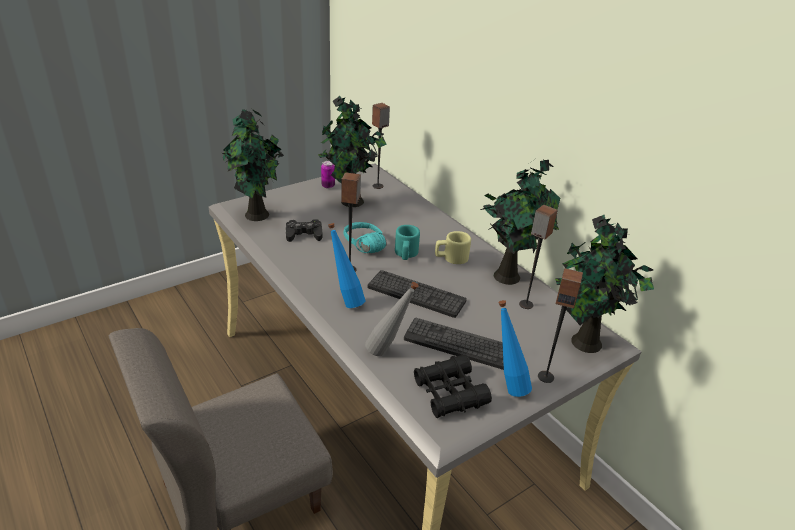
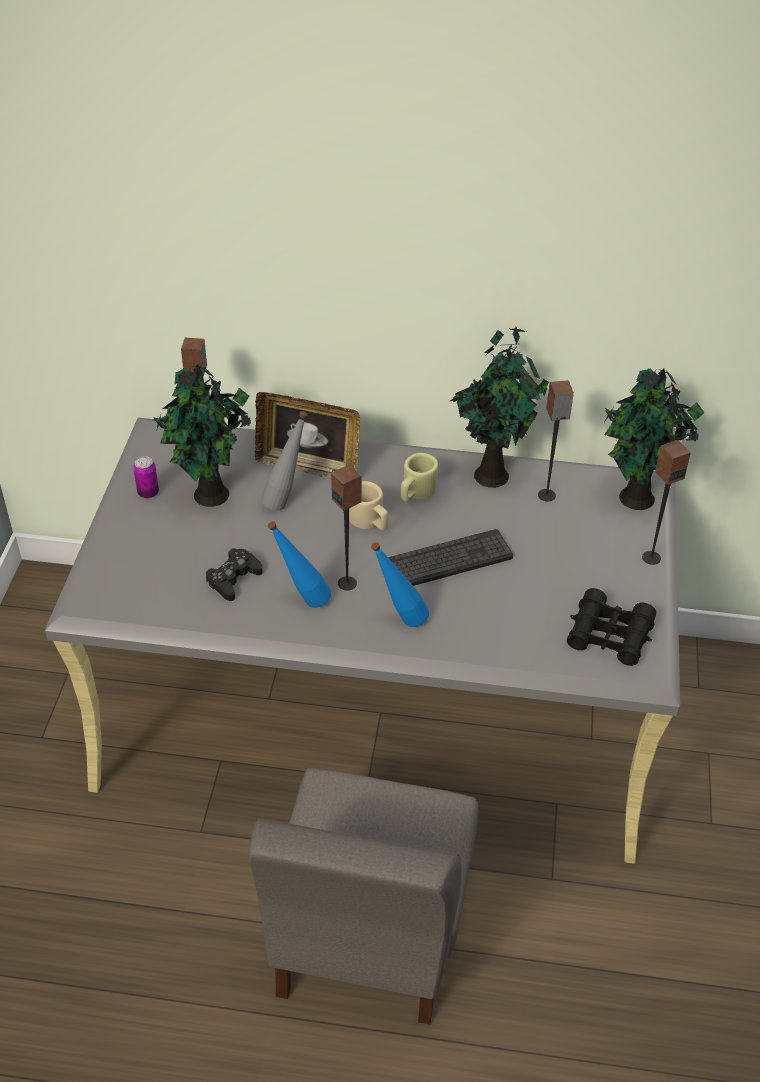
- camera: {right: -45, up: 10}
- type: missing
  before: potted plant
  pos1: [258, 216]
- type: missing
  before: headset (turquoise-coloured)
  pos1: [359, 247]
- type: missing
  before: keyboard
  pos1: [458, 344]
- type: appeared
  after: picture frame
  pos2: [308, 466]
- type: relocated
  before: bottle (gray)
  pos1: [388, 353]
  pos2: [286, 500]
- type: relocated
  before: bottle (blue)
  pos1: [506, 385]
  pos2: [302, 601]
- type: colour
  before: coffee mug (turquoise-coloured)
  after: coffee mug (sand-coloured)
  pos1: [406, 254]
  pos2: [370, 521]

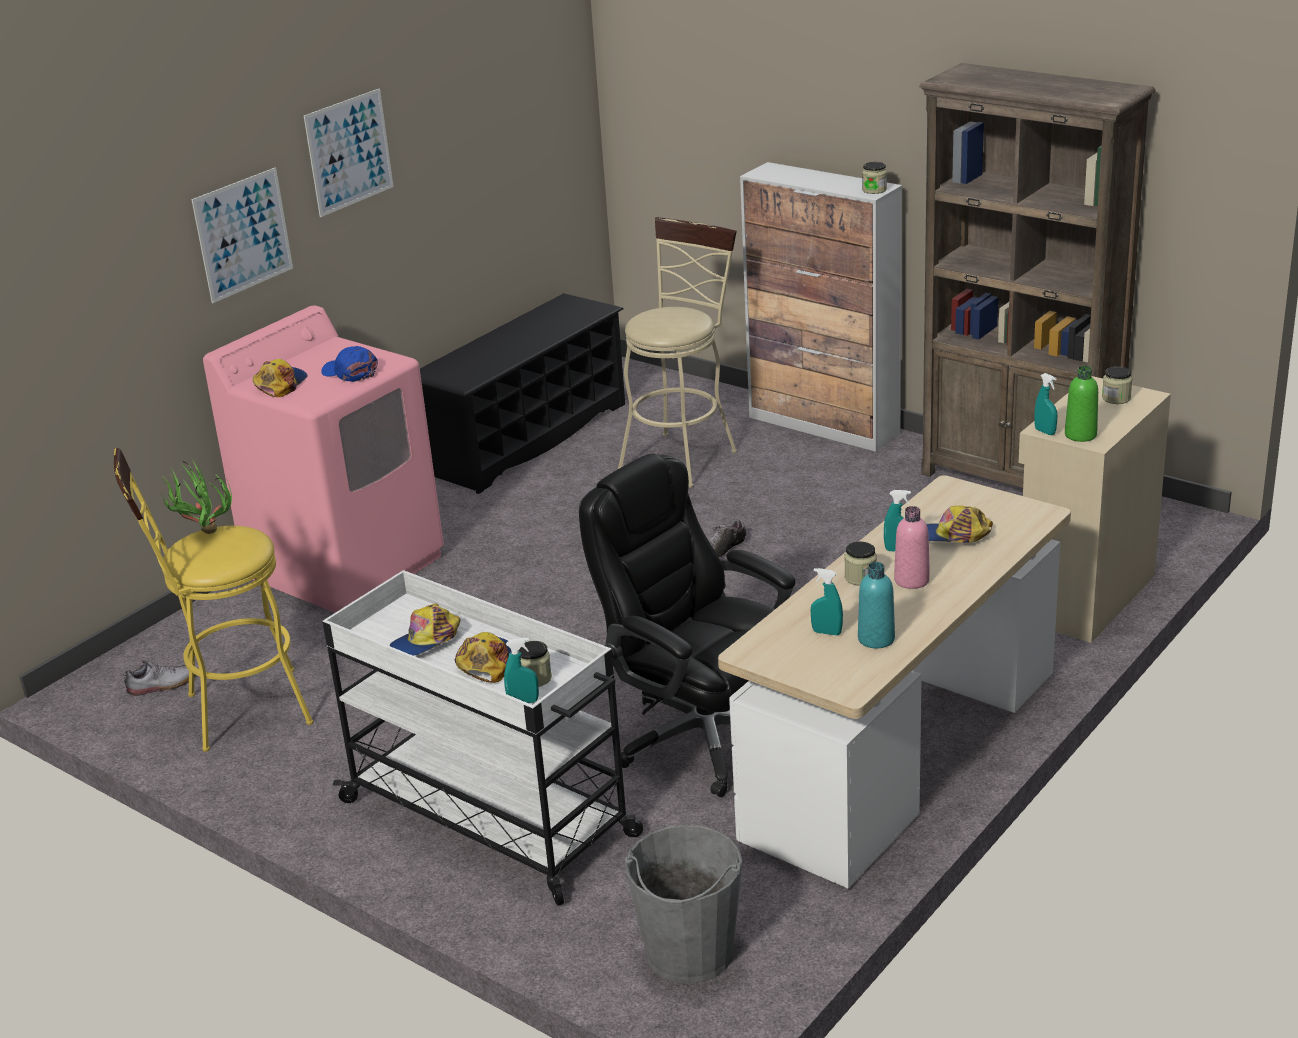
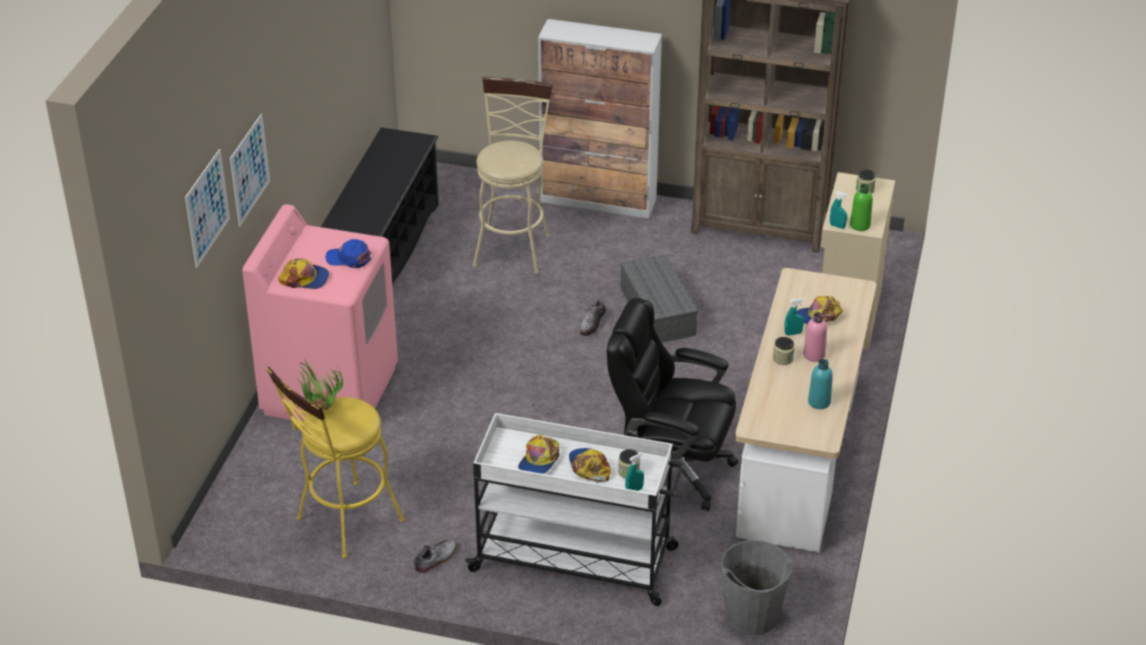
- camera: {right: -25, up: 10}
- type: missing
  before: hand sprayer (turquoise-coloured)
  pos1: [826, 632]
- type: missing
  before: storage jar
  pos1: [874, 190]
- type: appeared
  after: storage container (gray)
  pos2: [659, 312]
- type: relocated
  before: item of footwear
  pos1: [162, 685]
  pos2: [436, 559]
- type: relocated
  before: wall picture
  pos1: [349, 152]
  pos2: [207, 208]
- type: spun
  before: baseball cap
  pos1: [280, 384]
  pos2: [305, 278]
  turn: 105

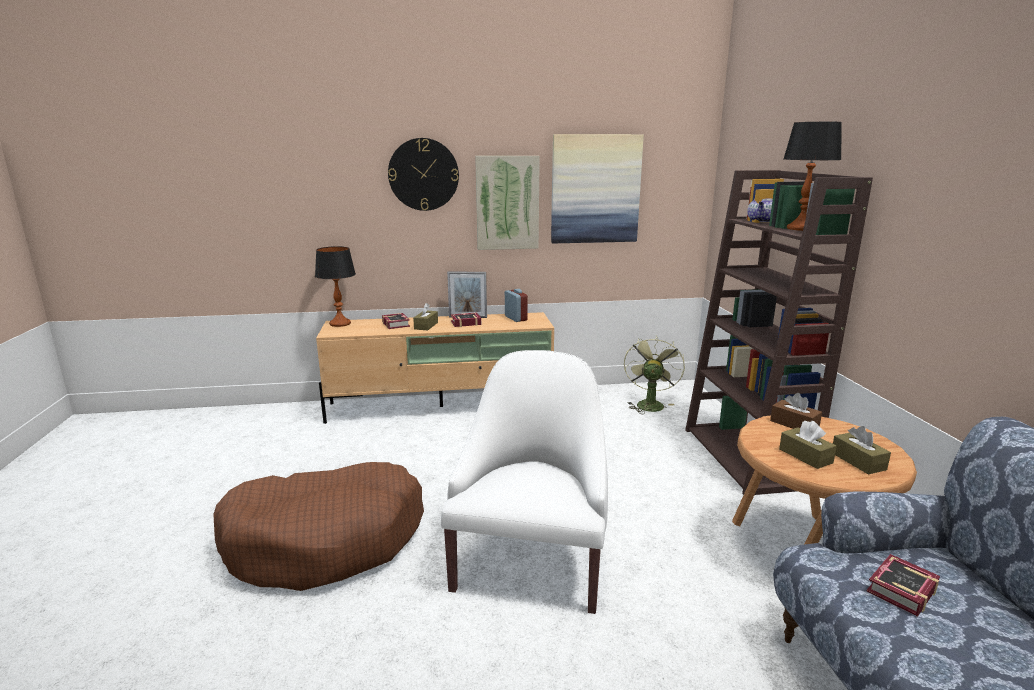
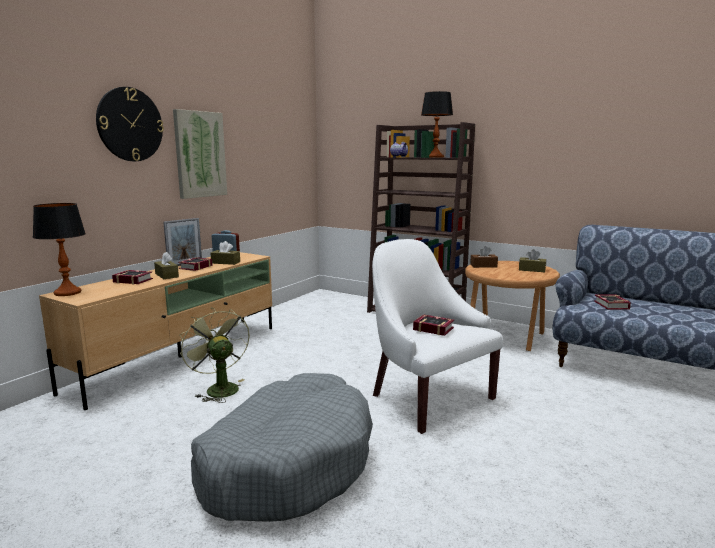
- camera: {right: -50, up: -5}
- type: missing
  before: wall picture
  pos1: [595, 189]
- type: appeared
  after: bound book
  pos2: [432, 328]
- type: relocated
  before: fan (green-coloured)
  pos1: [649, 404]
  pos2: [218, 388]
- type: relocated
  before: tissue holder (brownish)
  pos1: [805, 456]
  pos2: [225, 262]
- type: colour
  before: dog bed (brownish)
  after: dog bed (gray)
  pos1: [326, 540]
  pos2: [287, 463]

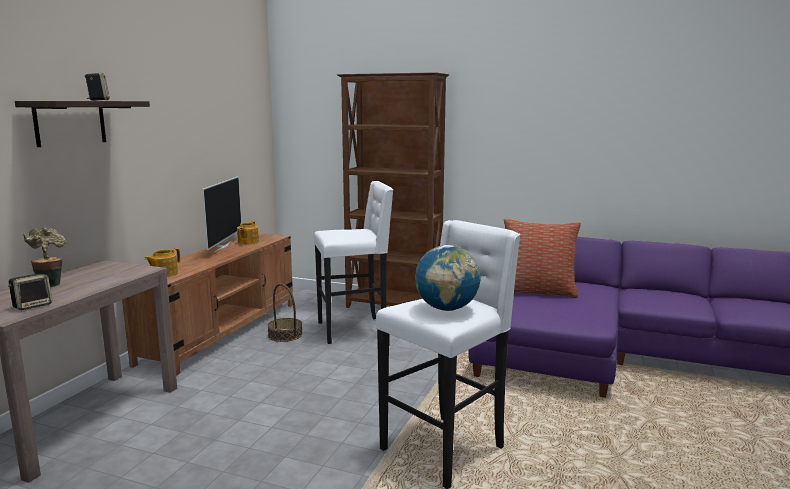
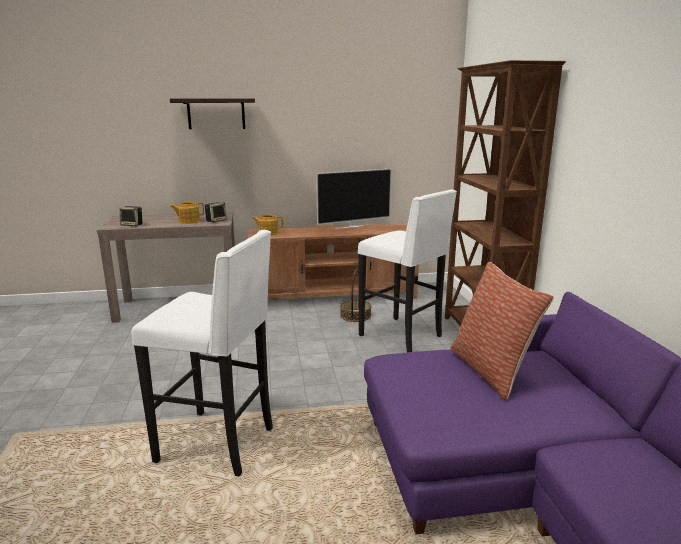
- camera: {right: 60, up: 5}
- type: missing
  before: potted plant
  pos1: [50, 284]
- type: missing
  before: globe
  pos1: [446, 309]
- type: relocated
  before: speaker
  pos1: [98, 100]
  pos2: [216, 221]
- type: relocated
  before: tea pot
  pos1: [247, 242]
  pos2: [188, 221]

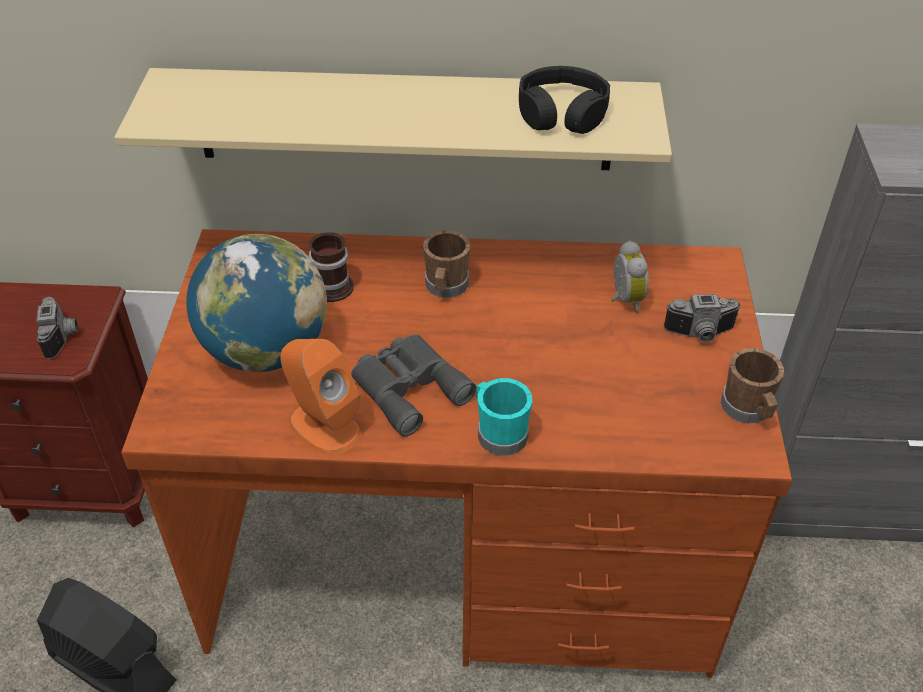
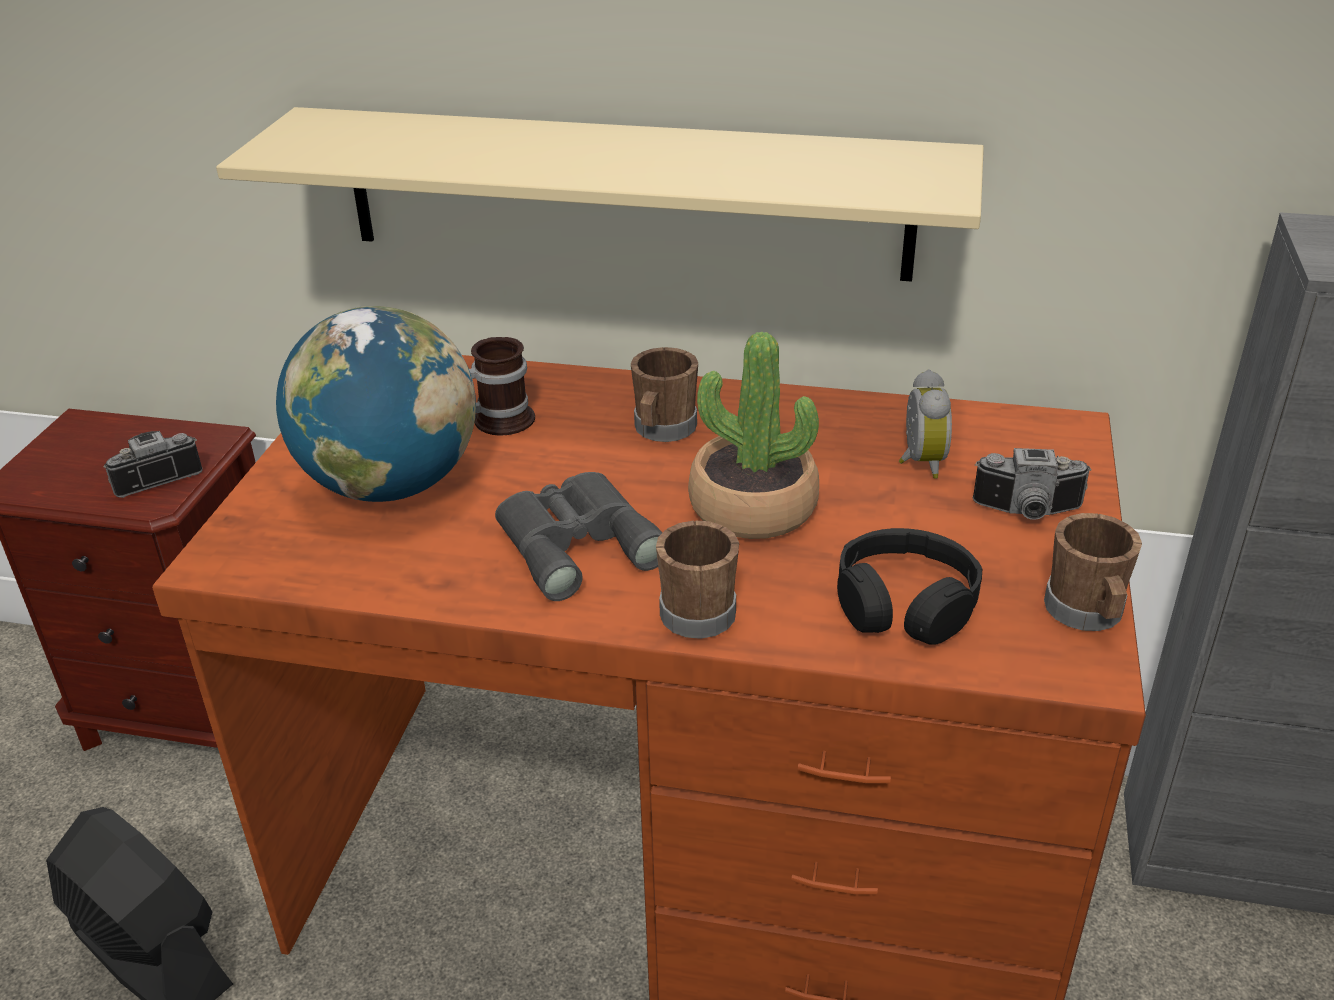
- camera: {right: 10, up: -10}
- type: missing
  before: speaker (orangey)
  pos1: [324, 426]
- type: appeared
  after: potted plant
  pos2: [752, 507]
- type: relocated
  before: headset (black-coloured)
  pos1: [562, 113]
  pos2: [905, 603]
- type: colour
  before: coffee mug (turquoise-coloured)
  after: coffee mug (brownish)
  pos1: [499, 432]
  pos2: [693, 609]
- type: spun
  before: photo camera
  pos1: [63, 336]
  pos2: [156, 476]
  turn: -120

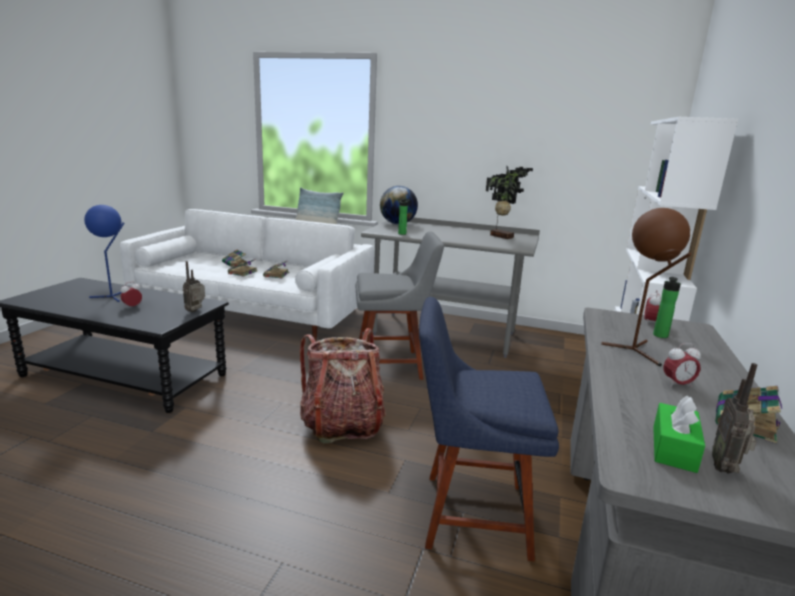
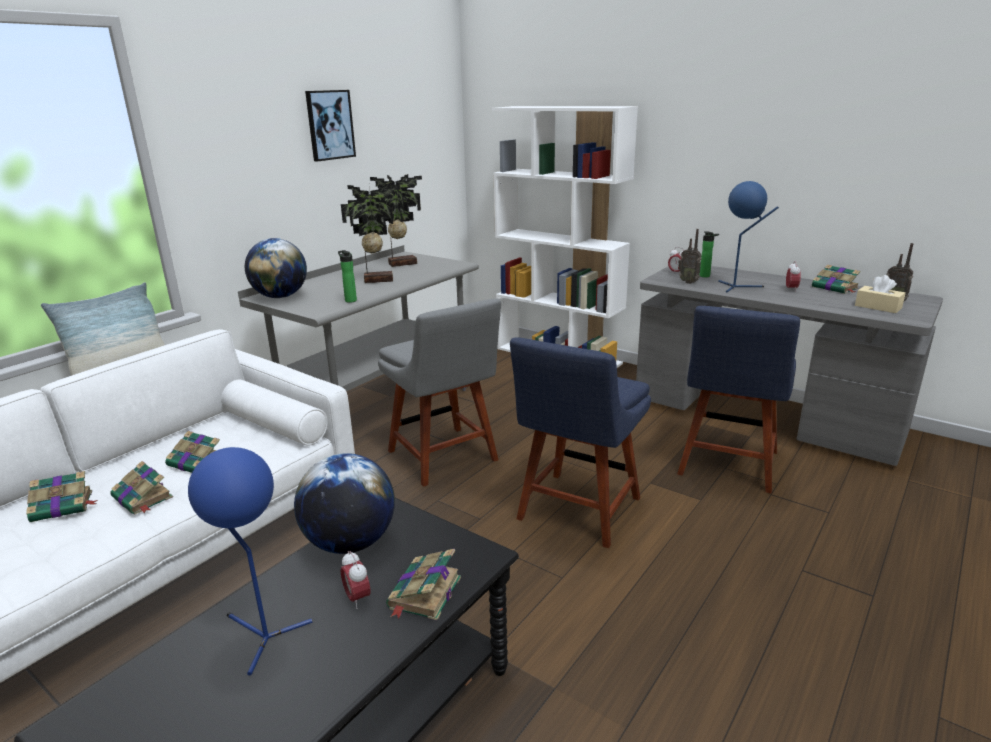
- camera: {right: -70, up: 5}
- type: appeared
  after: globe
  pos2: [350, 543]
- type: appeared
  after: wall picture
  pos2: [330, 125]
- type: appeared
  after: potted plant
  pos2: [378, 280]
- type: appeared
  after: bound book
  pos2: [424, 594]
- type: relocated
  before: radio set
  pos1: [196, 311]
  pos2: [688, 282]
- type: exchanged
  before: knapsack
  after: plain chair (blue)
  pos1: [342, 424]
  pos2: [576, 512]
- type: colour
  before: tabletop lamp (brownish)
  after: tabletop lamp (blue)
  pos1: [636, 351]
  pos2: [738, 287]
- type: colour
  before: tissue holder (green-coloured)
  after: tissue holder (sand-coloured)
  pos1: [673, 448]
  pos2: [878, 307]
- type: spun
  before: plain chair (gray)
  pos1: [393, 365]
  pos2: [445, 458]
  turn: 135

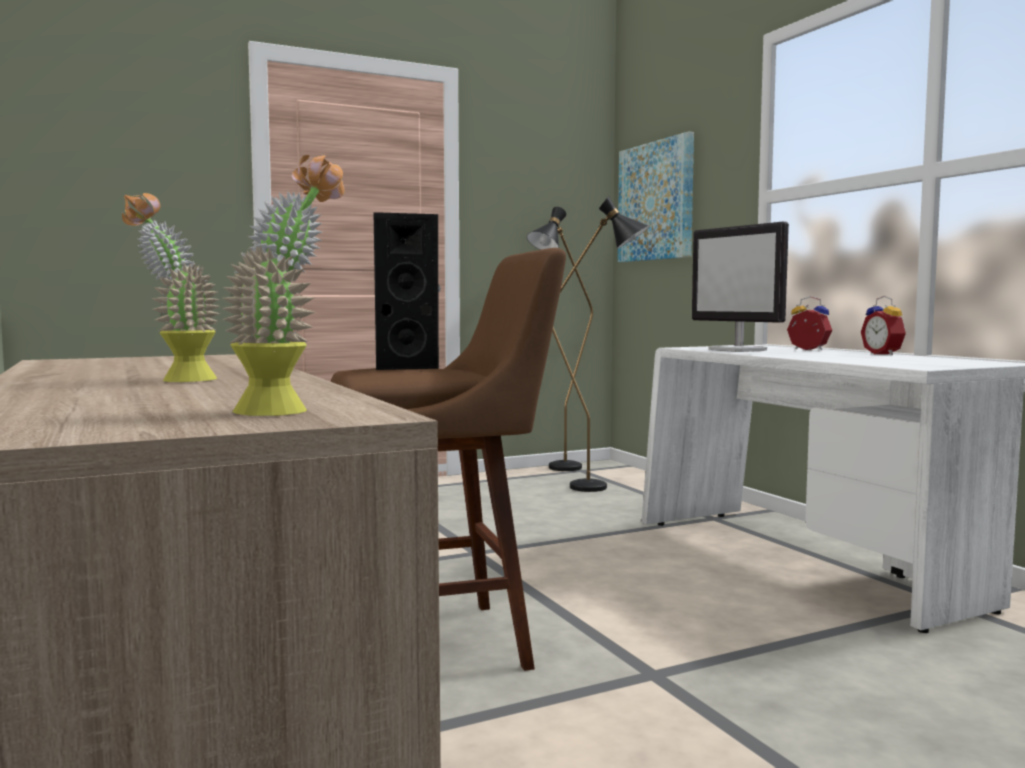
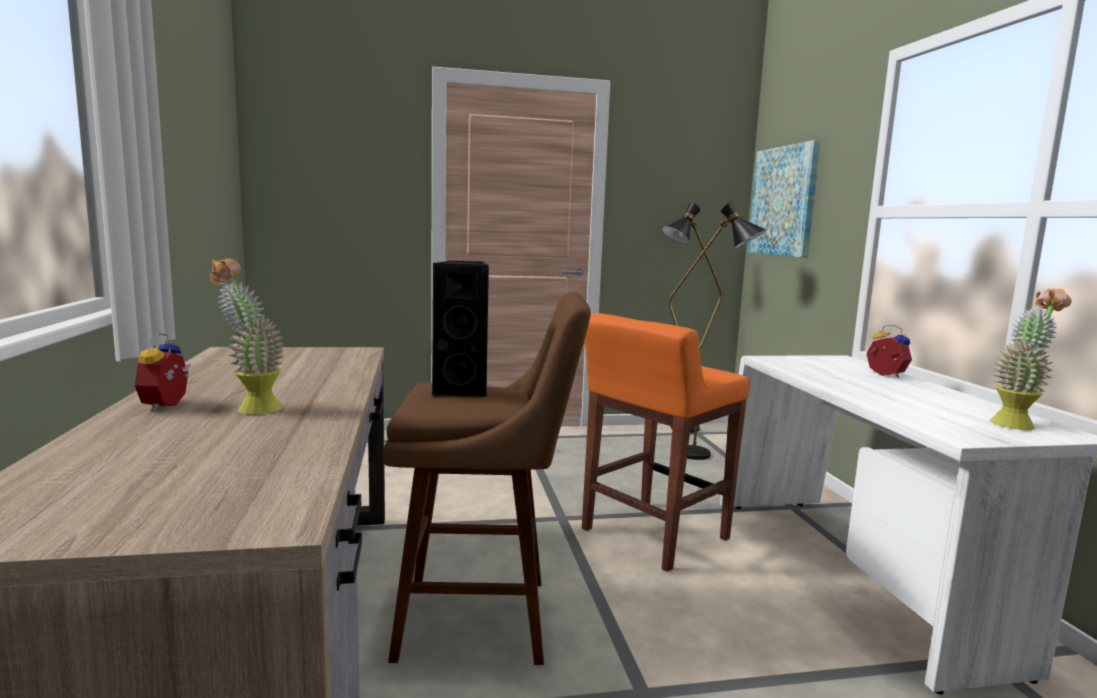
- camera: {right: 15, up: 5}
- type: missing
  before: monitor
  pos1: [738, 350]
- type: appeared
  after: sitting stool (orangey)
  pos2: [653, 535]
- type: relocated
  before: potted plant
  pos1: [288, 410]
  pos2: [1017, 423]
- type: relocated
  before: table clock
  pos1: [884, 354]
  pos2: [168, 405]

